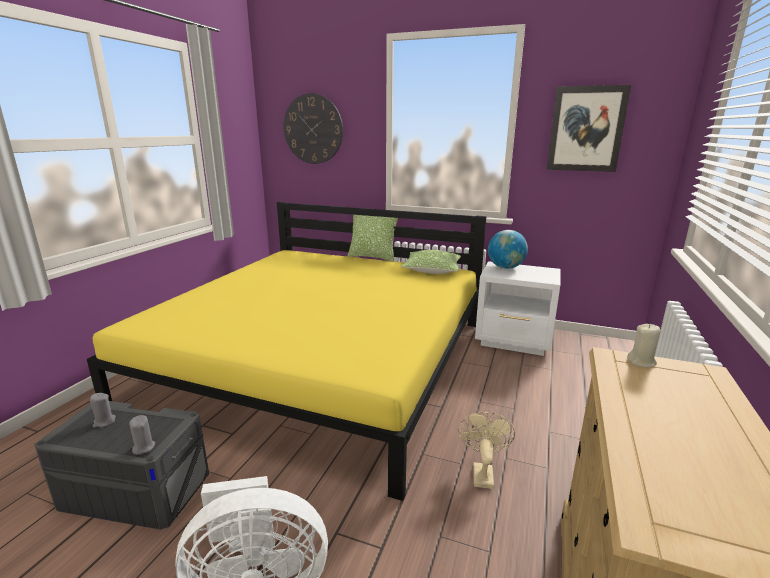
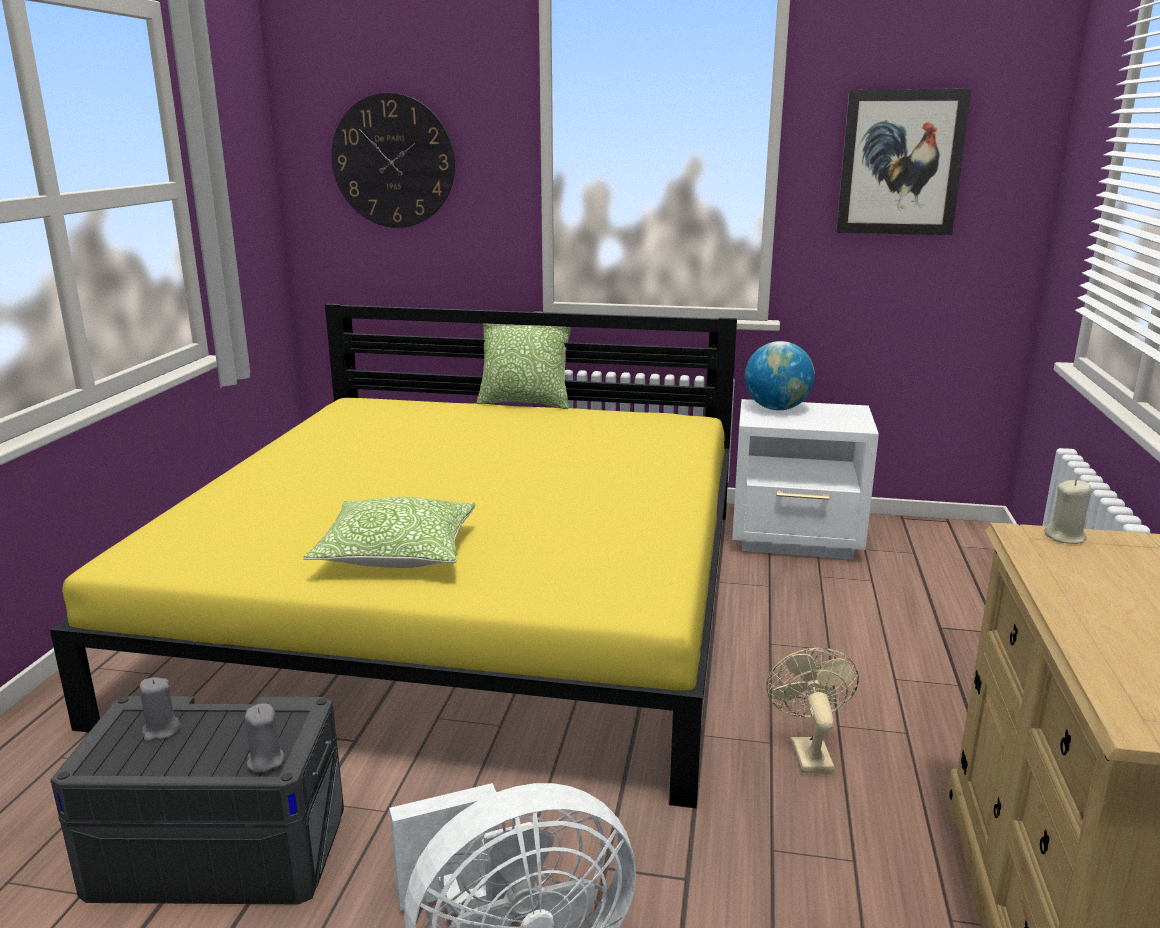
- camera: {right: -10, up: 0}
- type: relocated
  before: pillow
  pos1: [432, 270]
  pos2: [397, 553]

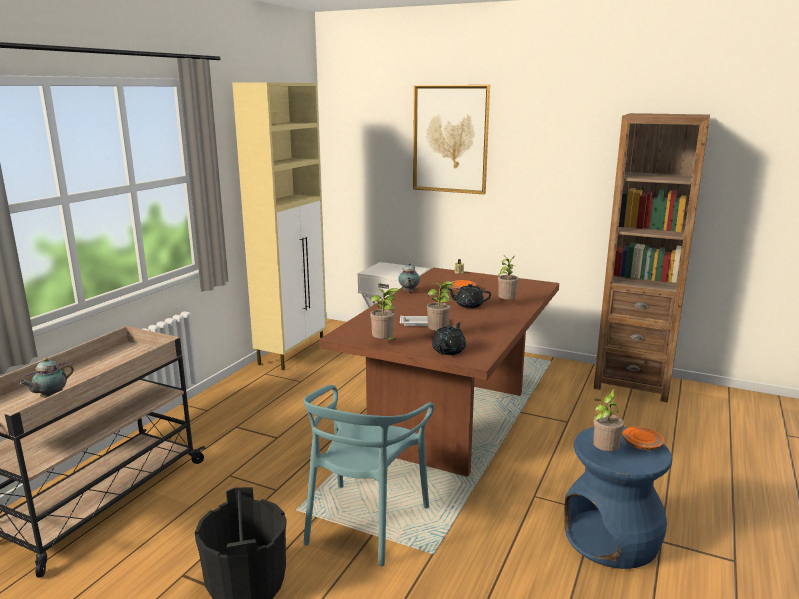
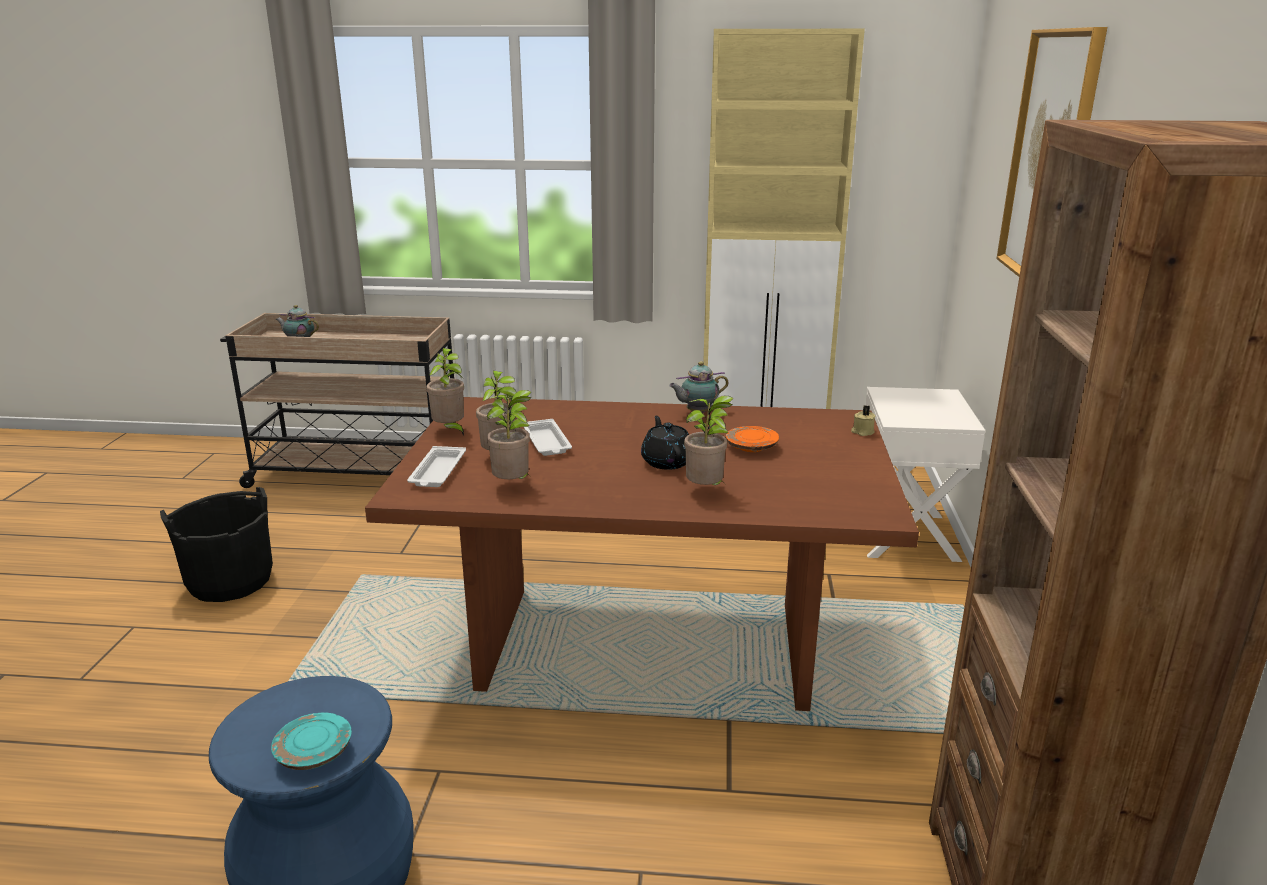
- camera: {right: 70, up: 5}
- type: missing
  before: plain chair (turquoise-coloured)
  pos1: [365, 522]
- type: relocated
  before: potted plant
  pos1: [603, 453]
  pos2: [513, 485]
- type: exchanged
  before: tea pot (black-coloured)
  after: carrying tray (white)
  pos1: [449, 350]
  pos2: [437, 472]
- type: colour
  before: flat dish (orangey)
  after: flat dish (turquoise-coloured)
  pos1: [642, 444]
  pos2: [314, 752]

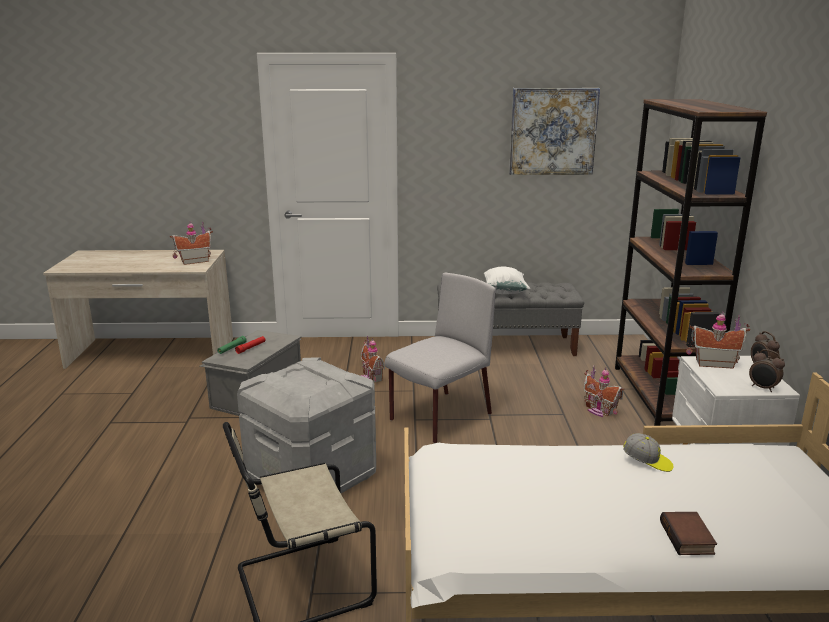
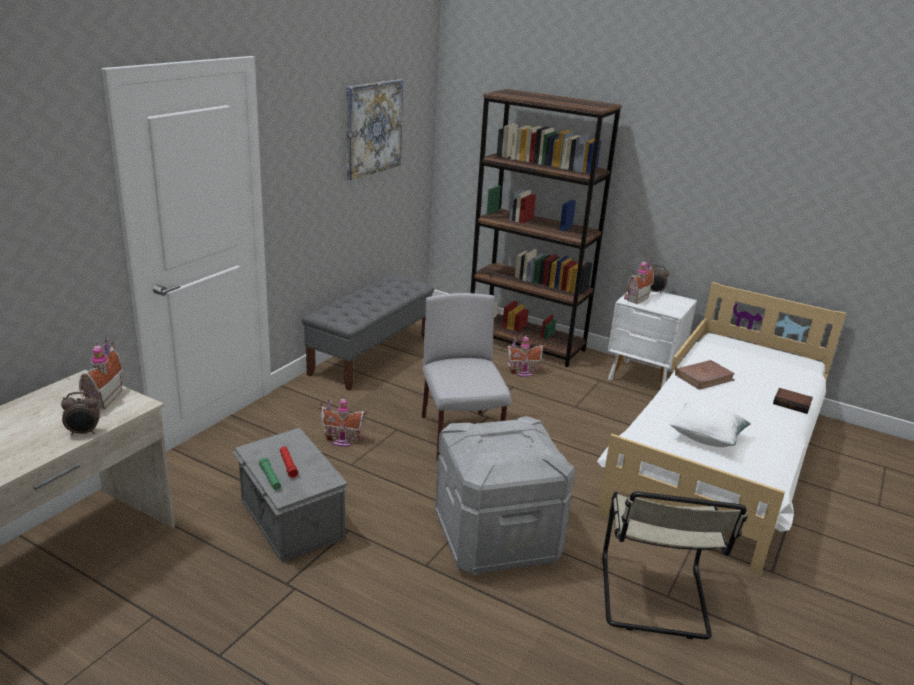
- camera: {right: -60, up: 5}
- type: relocated
  before: pillow (white)
  pos1: [505, 292]
  pos2: [706, 438]
- type: relocated
  before: table clock
  pos1: [763, 388]
  pos2: [84, 432]
- type: exchanged
  before: baseball cap
  after: bound book (brownish)
  pos1: [647, 462]
  pos2: [704, 377]

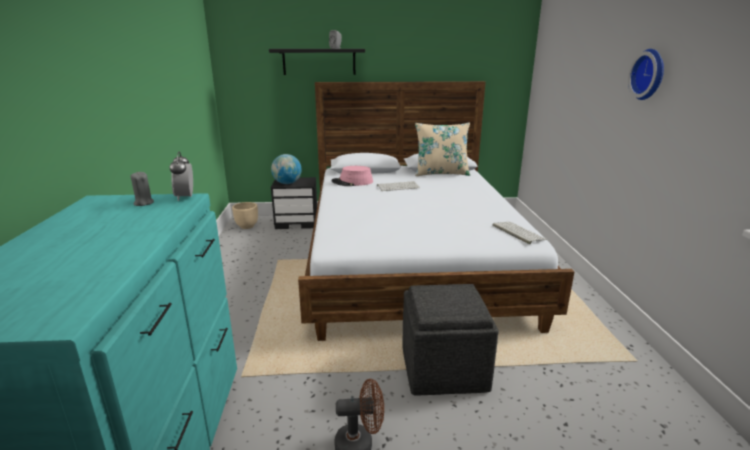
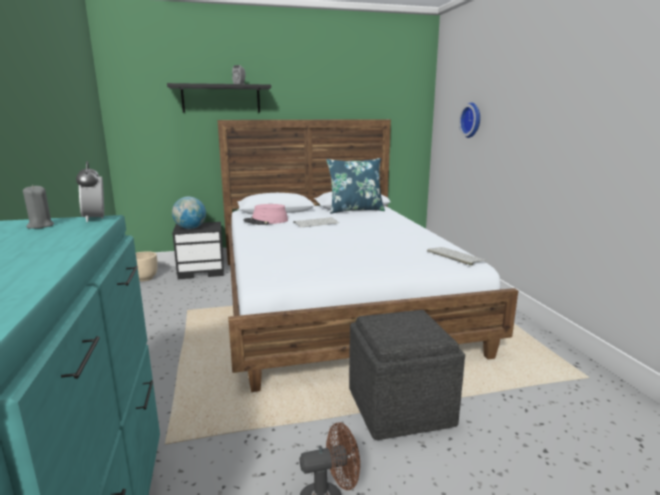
- camera: {right: -10, up: -5}
- type: relocated
  before: clock on the wall
  pos1: [650, 74]
  pos2: [472, 120]
- type: colour
  before: pillow (sand-coloured)
  after: pillow (blue)
  pos1: [441, 173]
  pos2: [355, 210]

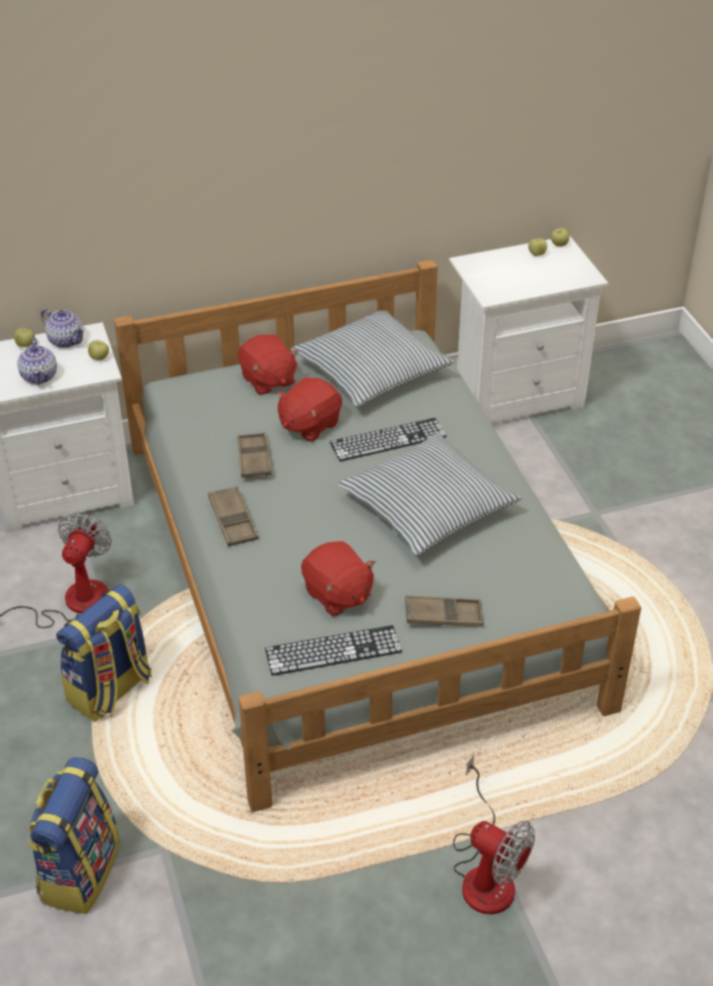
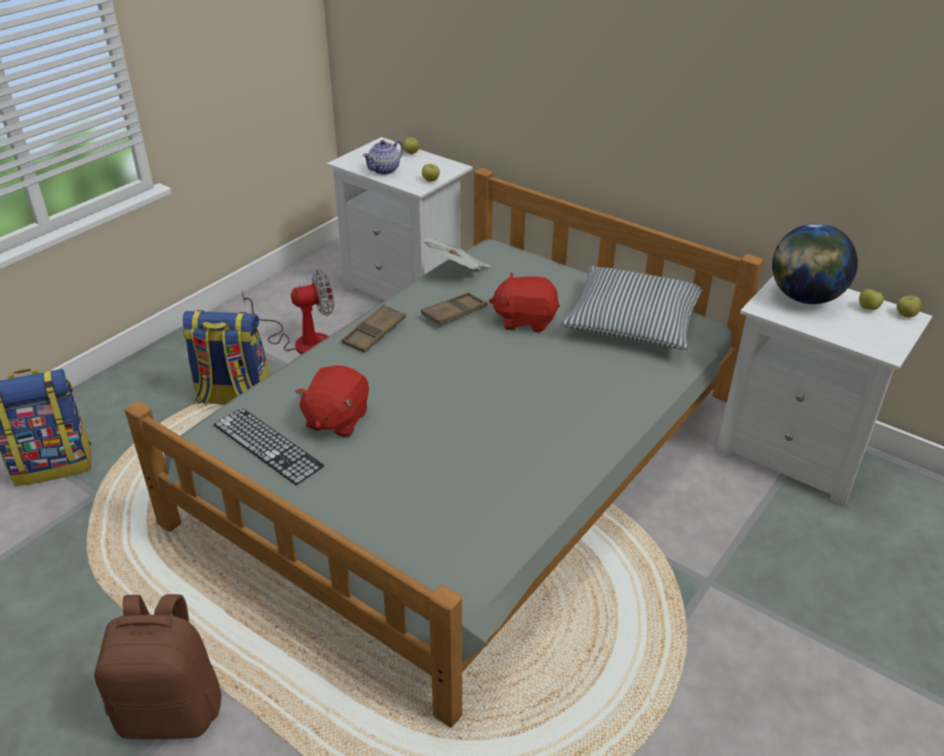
- camera: {right: 55, up: -5}
- type: missing
  before: tea pot
  pos1: [66, 340]
- type: missing
  before: plush toy (red)
  pos1: [267, 381]
- type: missing
  before: keyboard
  pos1: [388, 439]
- type: missing
  before: pillow
  pos1: [427, 506]
- type: missing
  before: carrying tray (brownish)
  pos1: [443, 616]
- type: appeared
  after: daily paper
  pos2: [456, 270]
- type: appeared
  after: globe
  pos2: [804, 298]
- type: exchanged
  before: fan
  after: knapsack (brownish)
  pos1: [485, 872]
  pos2: [172, 710]

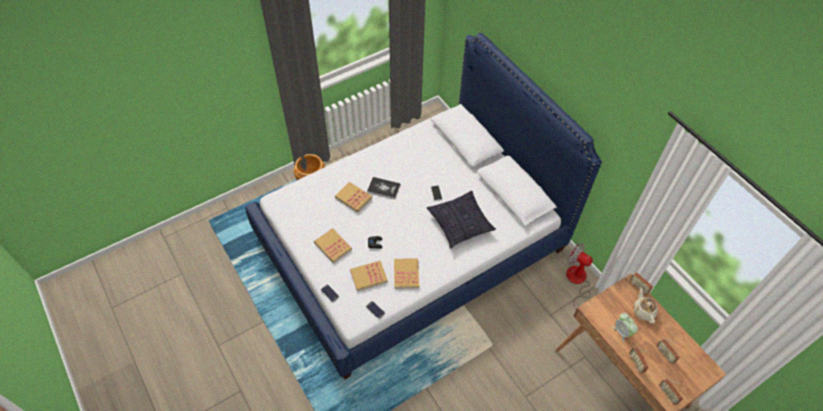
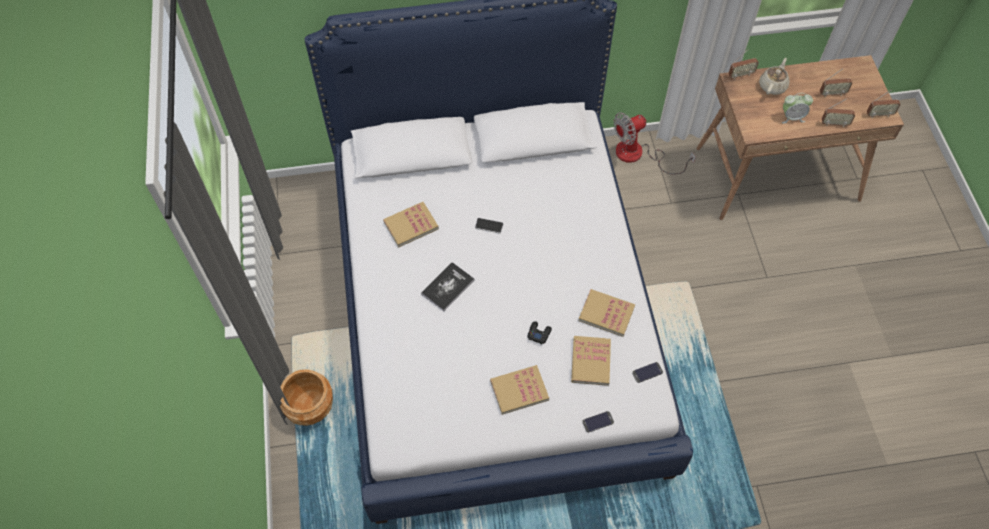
- camera: {right: -65, up: 5}
- type: missing
  before: pillow
  pos1: [460, 224]
- type: relocated
  before: bound book
  pos1: [353, 198]
  pos2: [411, 225]
- type: spun
  before: tea pot (sand-coloured)
  pos1: [643, 311]
  pos2: [772, 86]
  turn: 105

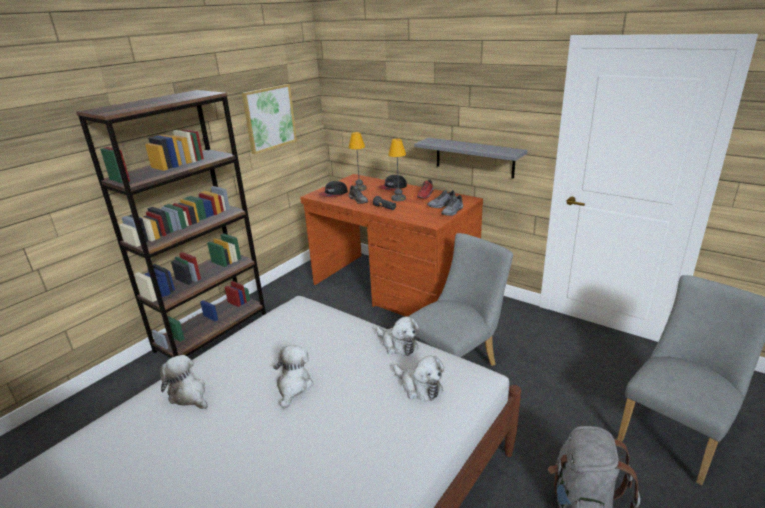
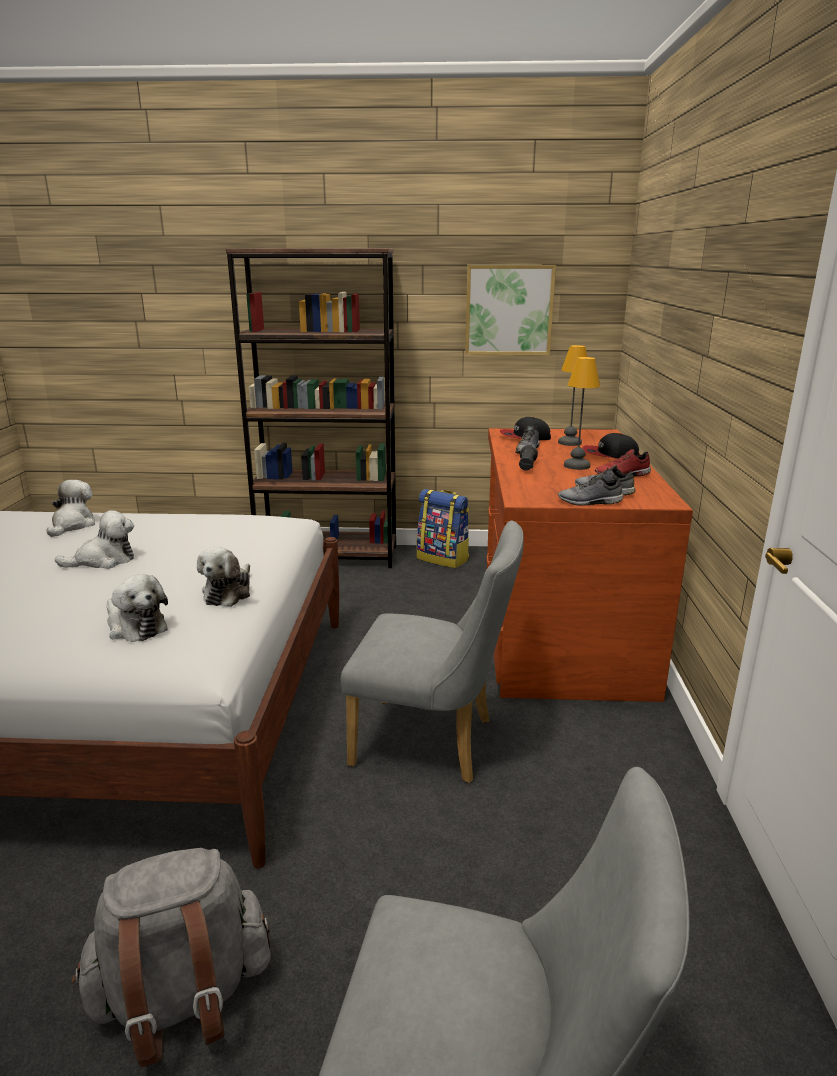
- camera: {right: 55, up: -5}
- type: missing
  before: shelf (gray)
  pos1: [474, 157]
- type: appeared
  after: knapsack
  pos2: [443, 559]
- type: spun
  before: plush toy
  pos1: [419, 386]
  pos2: [135, 626]
  turn: -60

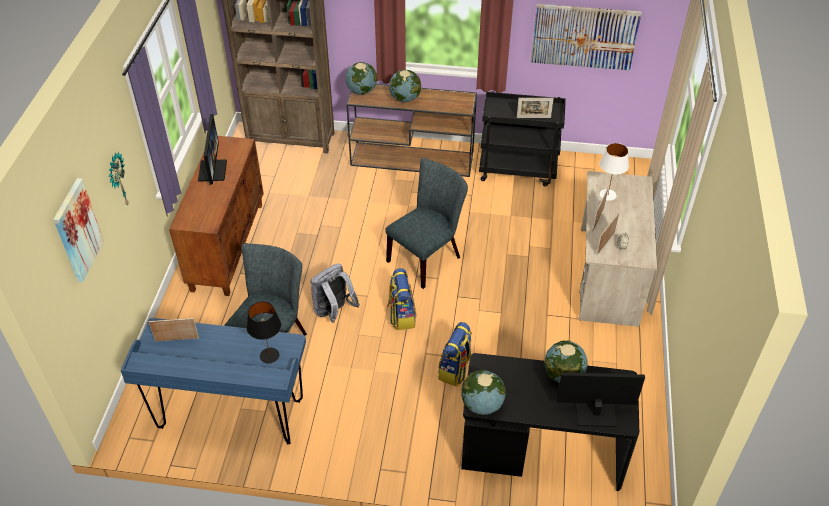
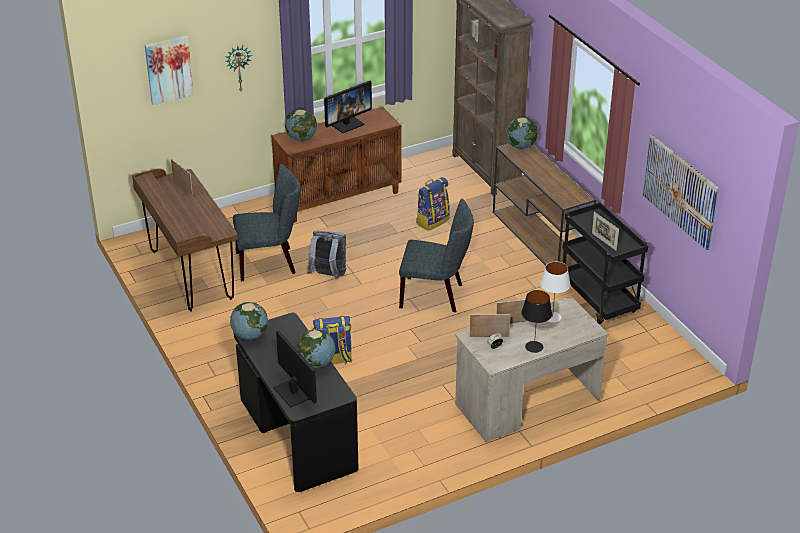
- camera: {right: 55, up: -10}
- type: relocated
  before: tabletop lamp (black-coloured)
  pos1: [269, 355]
  pos2: [534, 346]
- type: relocated
  before: knapsack
  pos1: [401, 315]
  pos2: [432, 221]
- type: relocated
  before: globe
  pos1: [405, 98]
  pos2: [302, 138]
- type: colour
  before: desk table (blue)
  after: desk table (brownish)
  pos1: [231, 415]
  pos2: [191, 275]

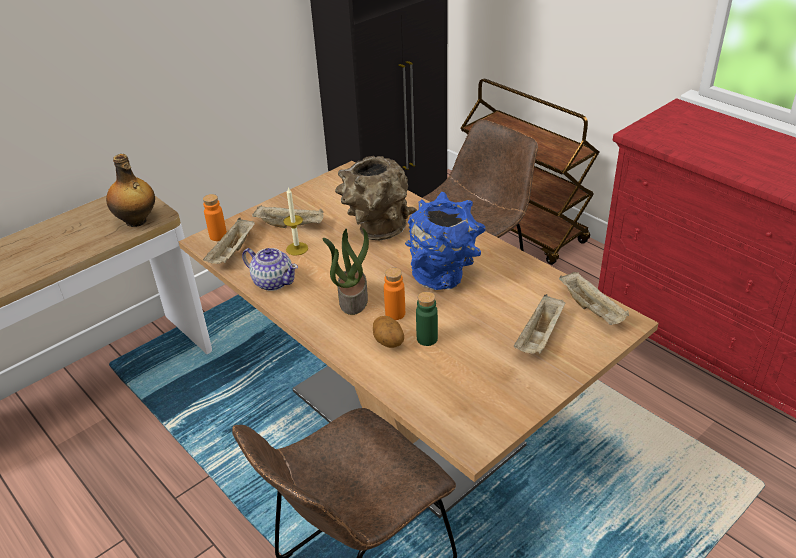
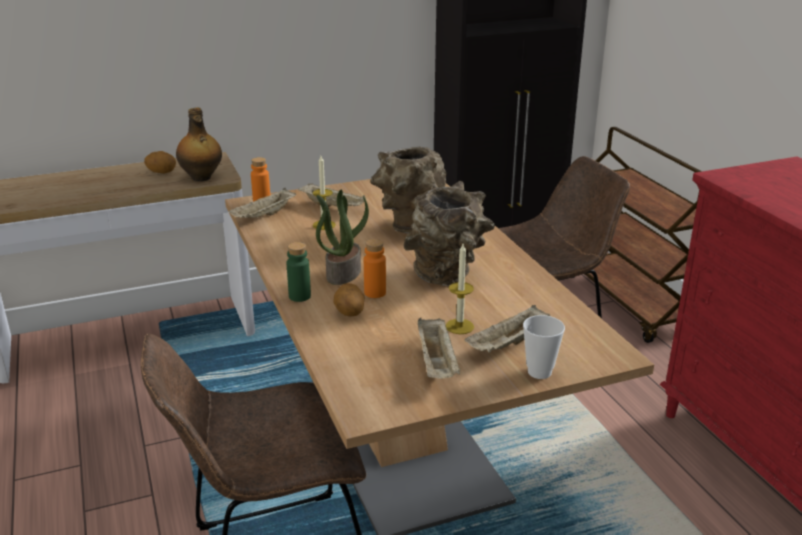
- camera: {right: 20, up: -10}
- type: missing
  before: tea pot
  pos1: [273, 281]
- type: appeared
  after: spud
  pos2: [162, 172]
- type: appeared
  after: wax candle
  pos2: [459, 326]
- type: appeared
  after: drinking cup
  pos2: [539, 372]
- type: relocated
  before: bottle (green-coloured)
  pos1: [427, 339]
  pos2: [299, 296]
- type: relocated
  before: carrying tray (sand-coloured)
  pos1: [592, 309]
  pos2: [437, 363]
- type: colour
  before: vase (blue)
  after: vase (brownish)
  pos1: [444, 277]
  pos2: [448, 275]

